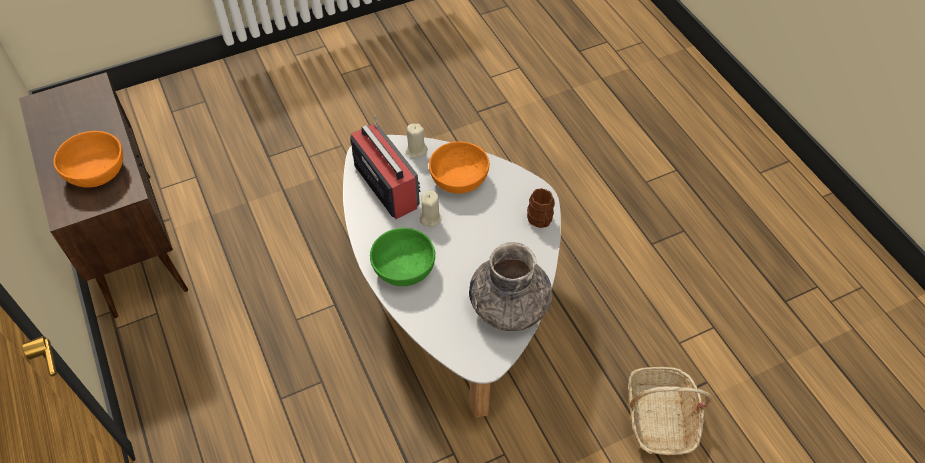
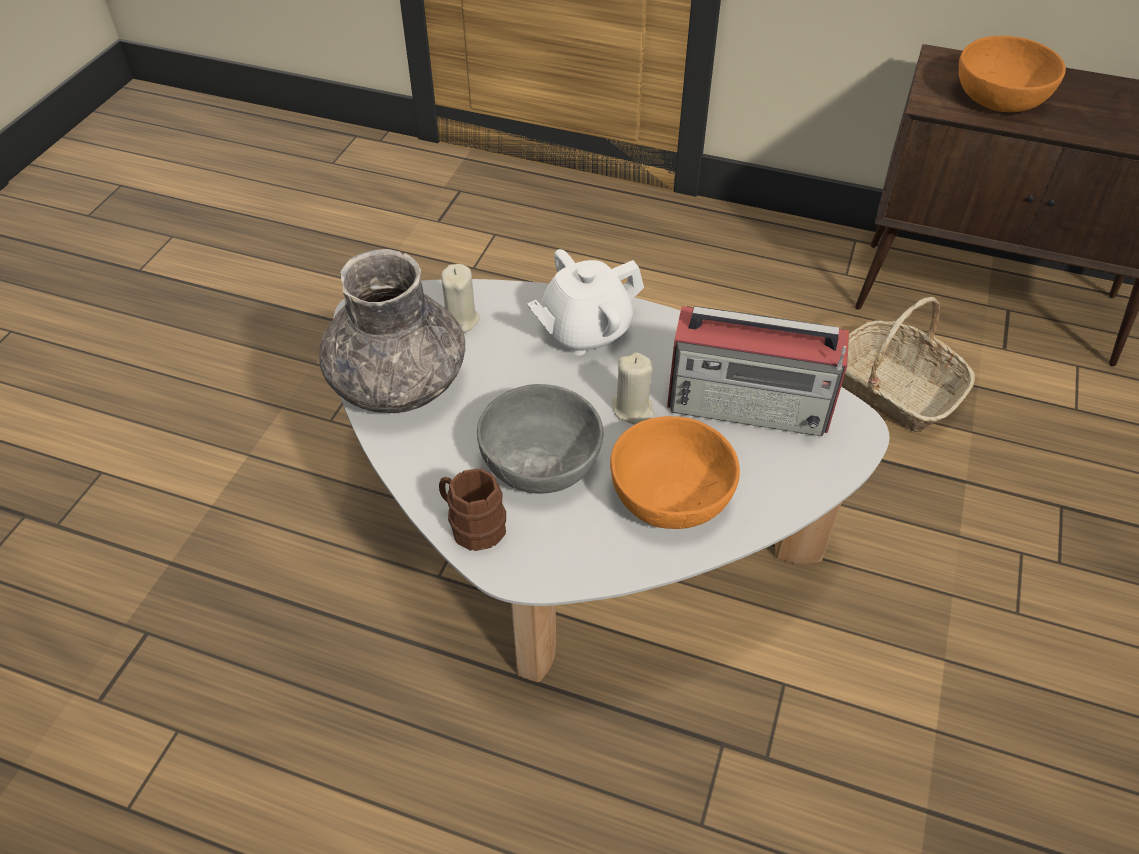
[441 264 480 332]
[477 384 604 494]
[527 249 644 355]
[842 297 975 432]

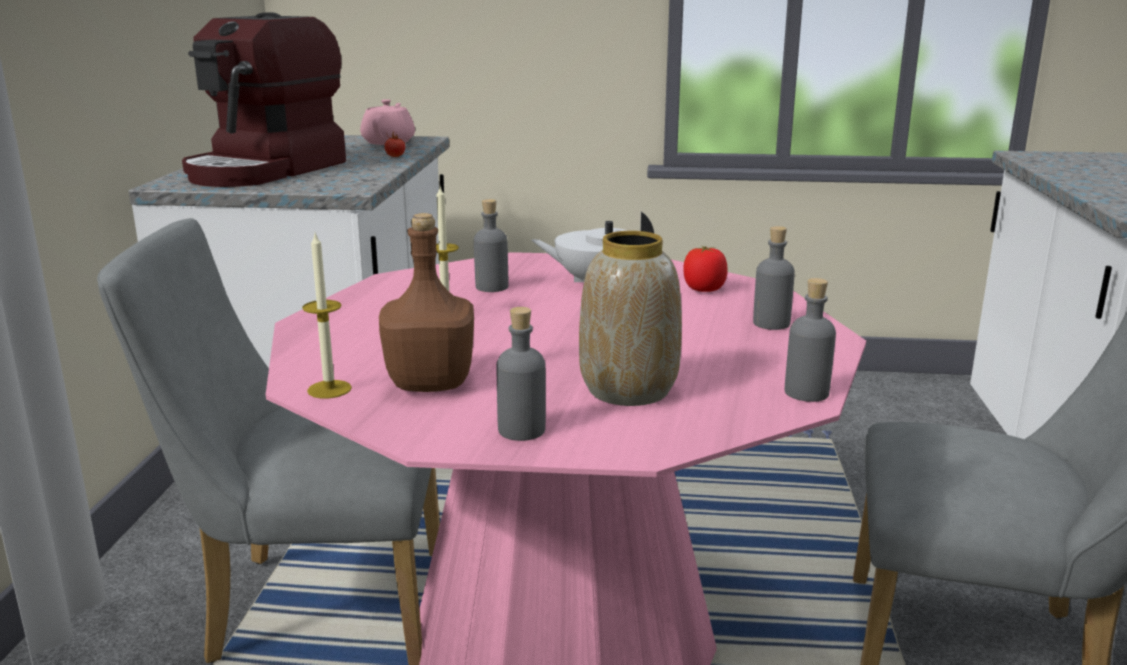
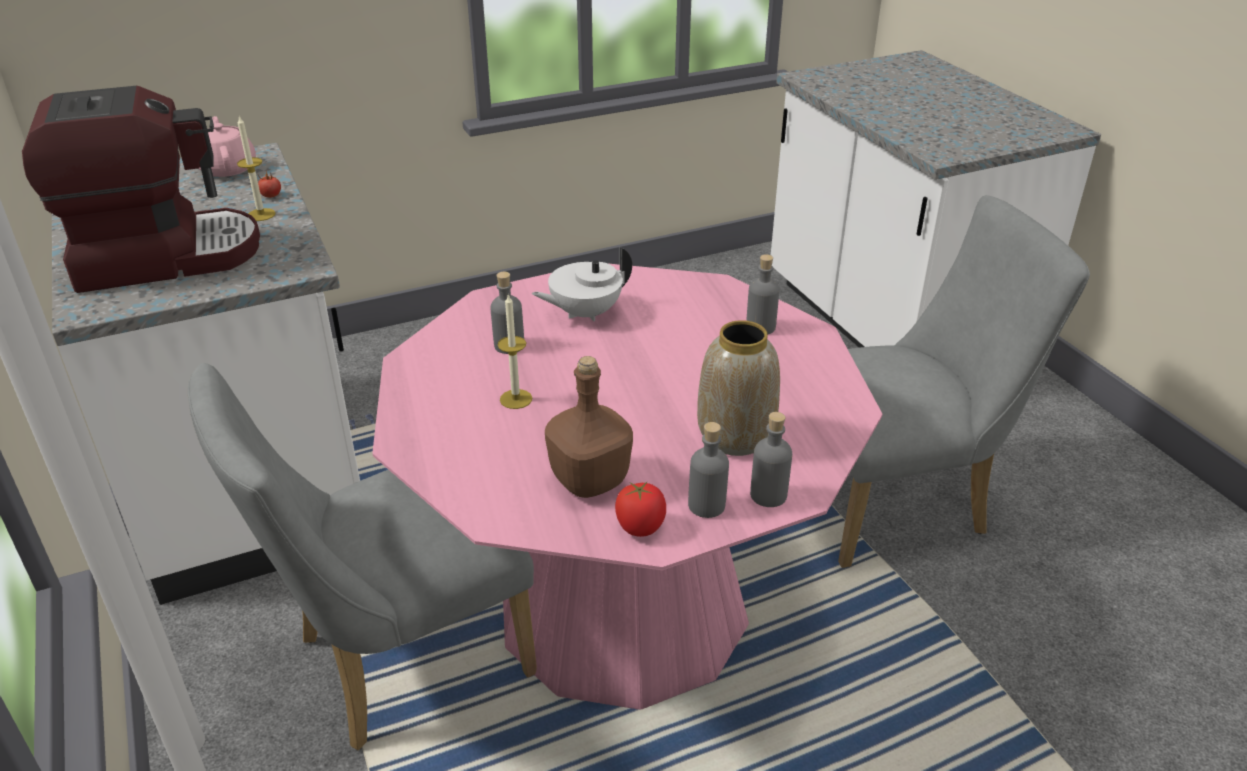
[22 86 260 293]
[237 116 276 221]
[615 481 666 537]
[750 412 792 507]

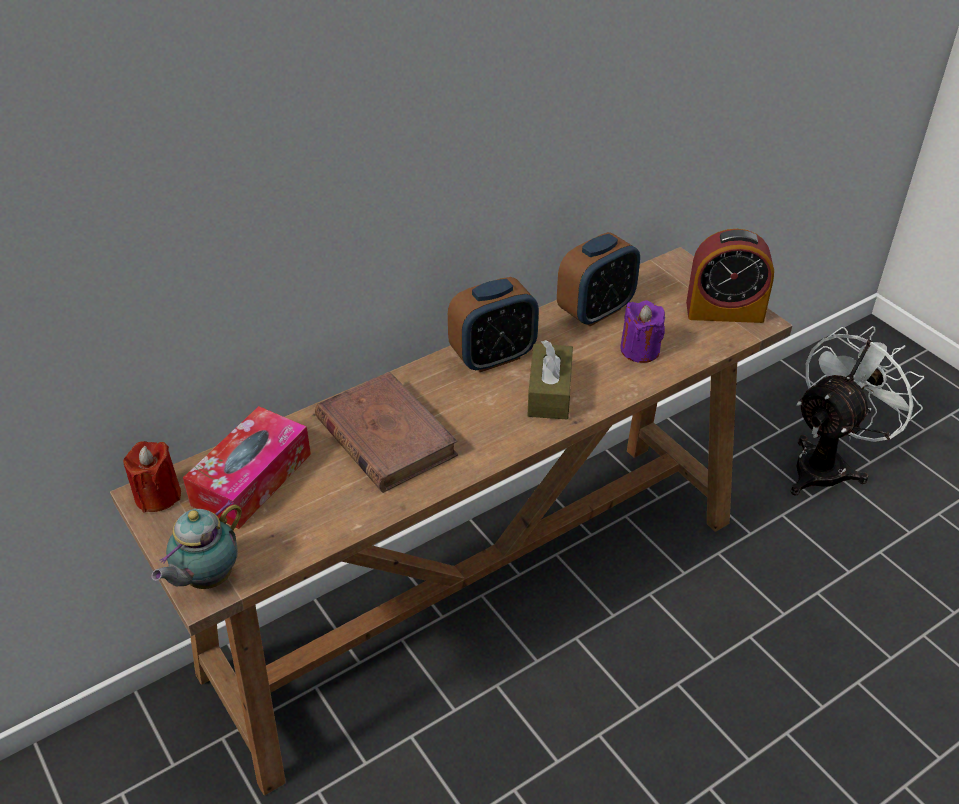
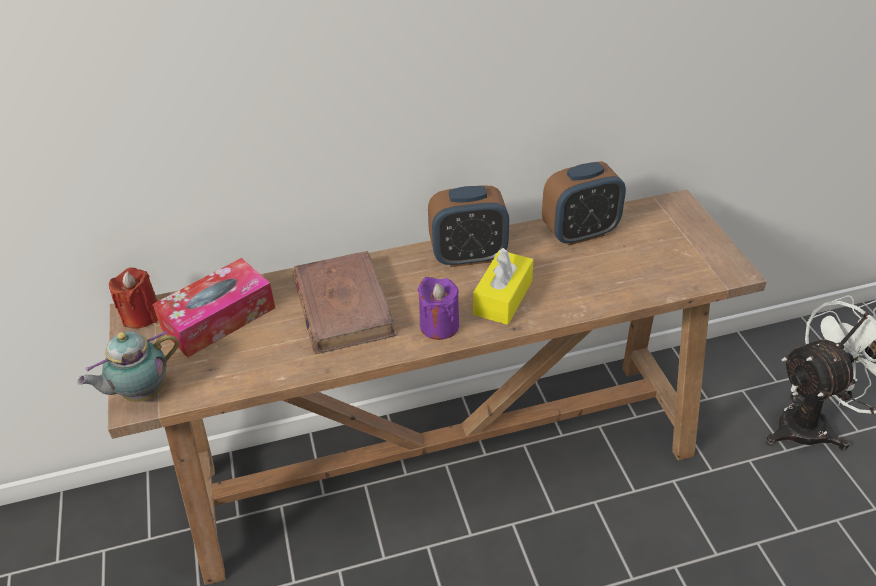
[417 277 459 340]
[473 248 533 325]
[686 229 774 323] (first image)

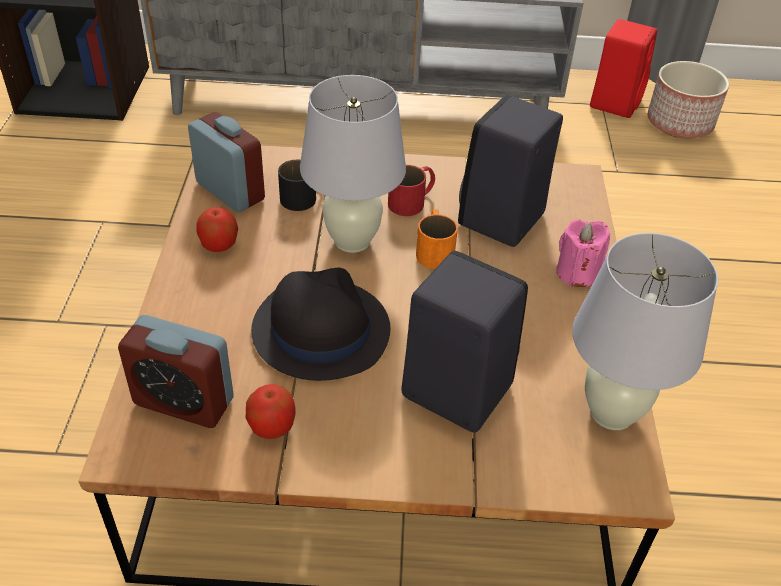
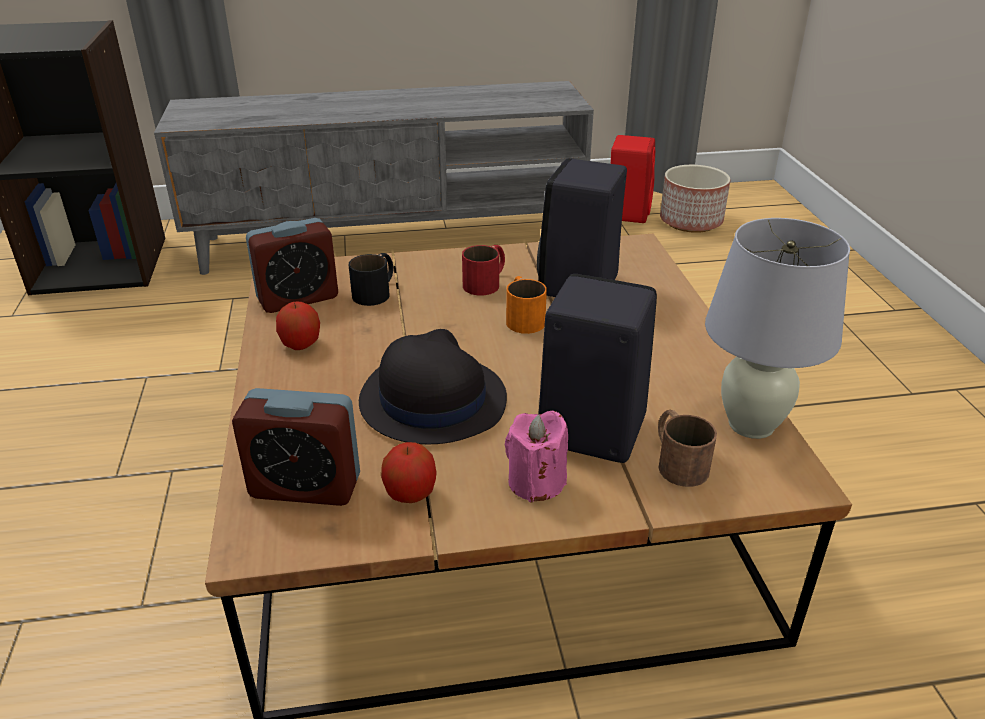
[246 218 338 313]
[505 411 568 502]
[658 410 717 487]
[300 75 406 253] (first image)

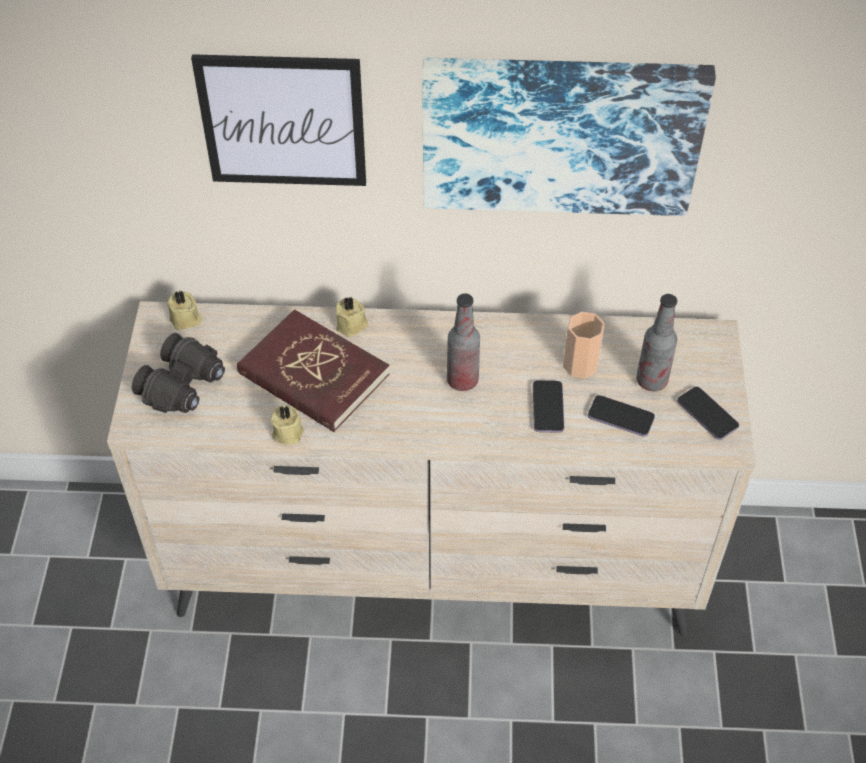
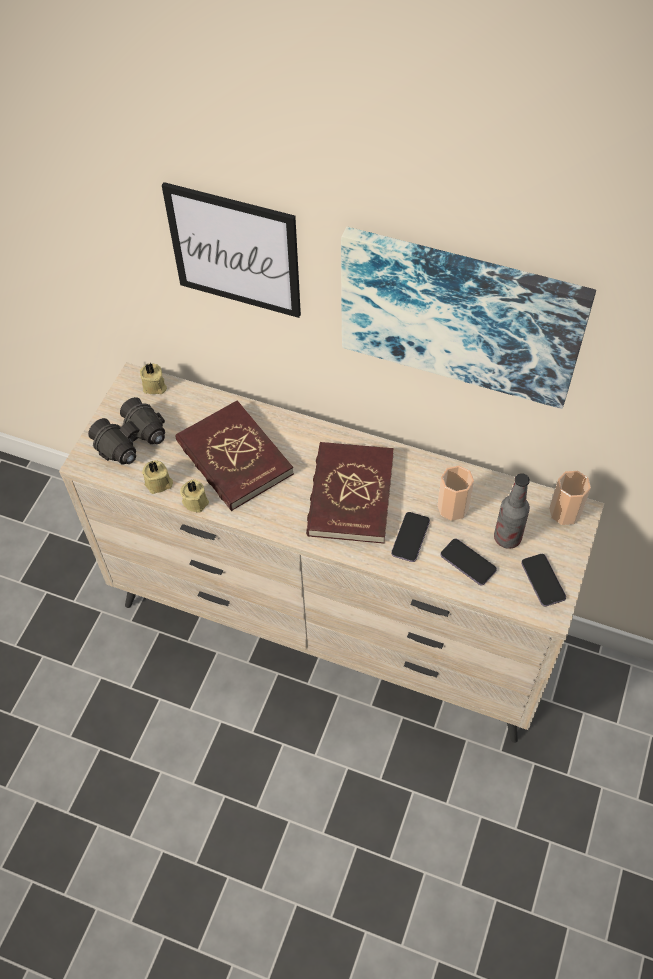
[142 460 173 494]
[306 442 394 544]
[549 471 591 525]

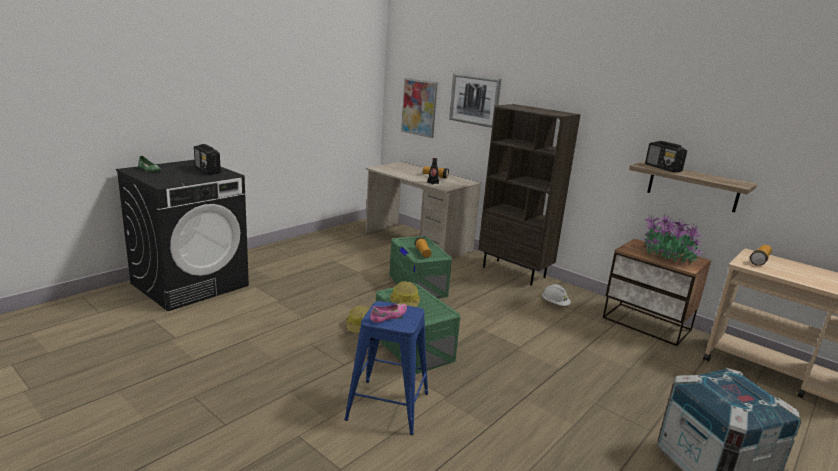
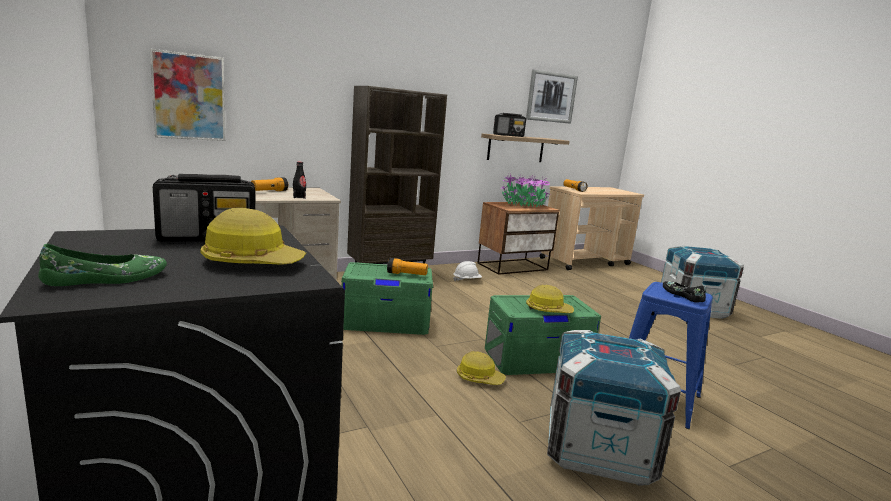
[201 208 306 265]
[526 70 578 124]
[547 330 681 486]
[663 281 706 303]

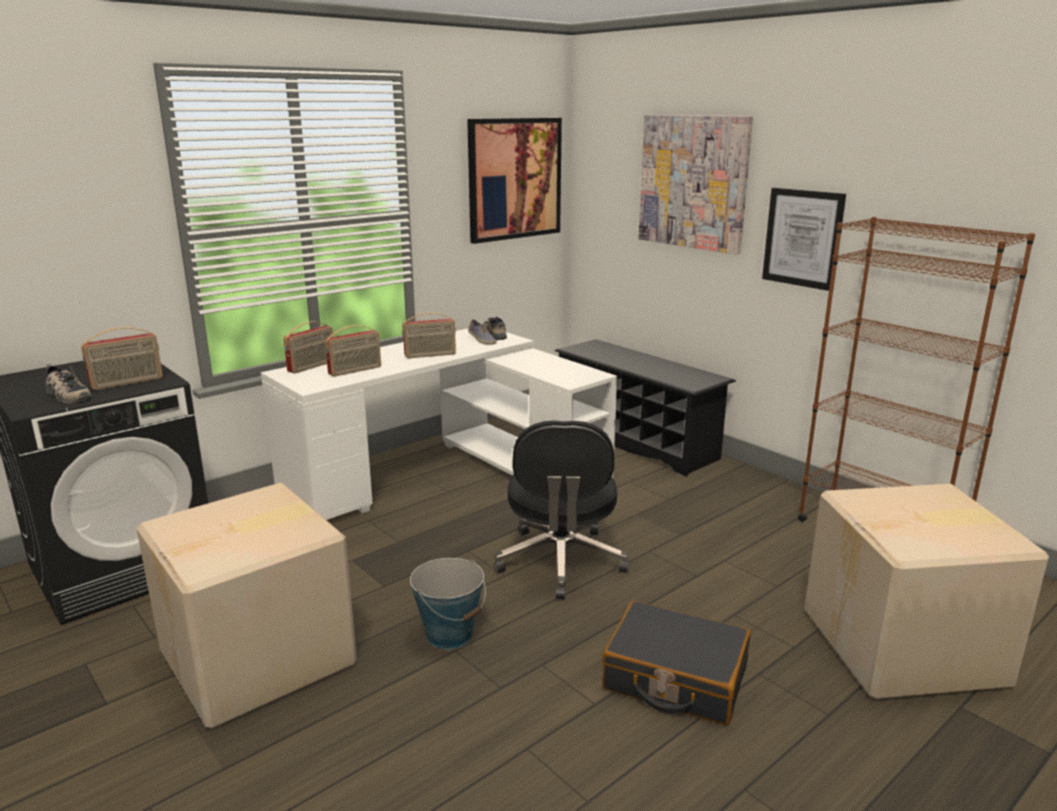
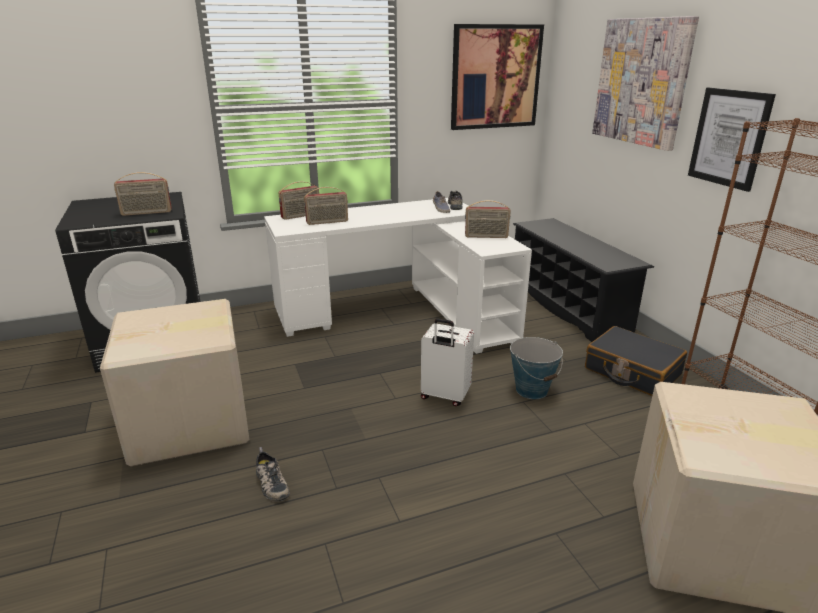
[256 447 290 502]
[421 319 474 406]
[465 200 510 238]
[510 337 563 399]
[585 326 687 396]

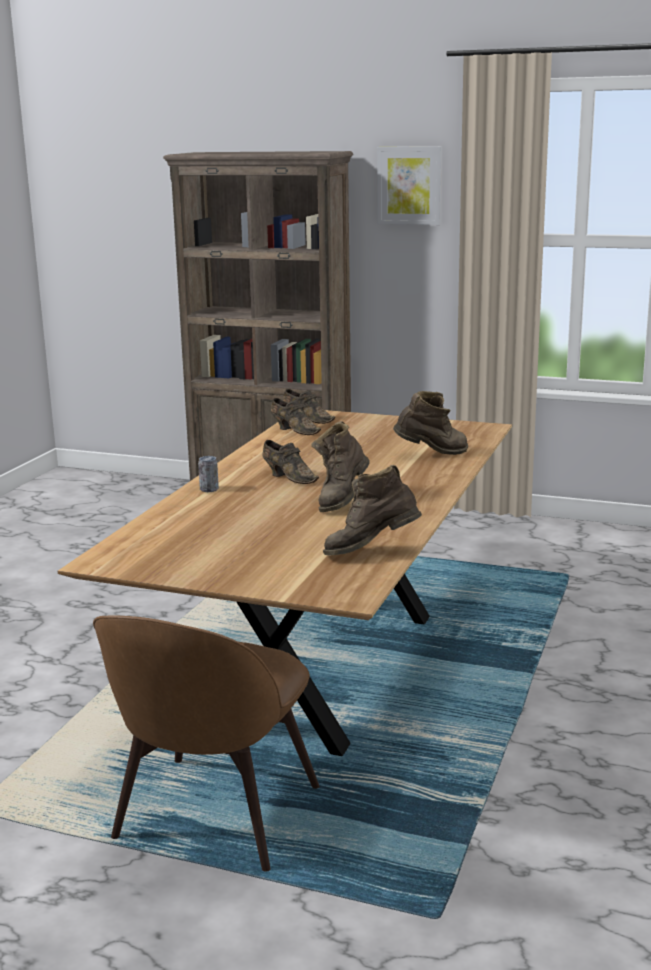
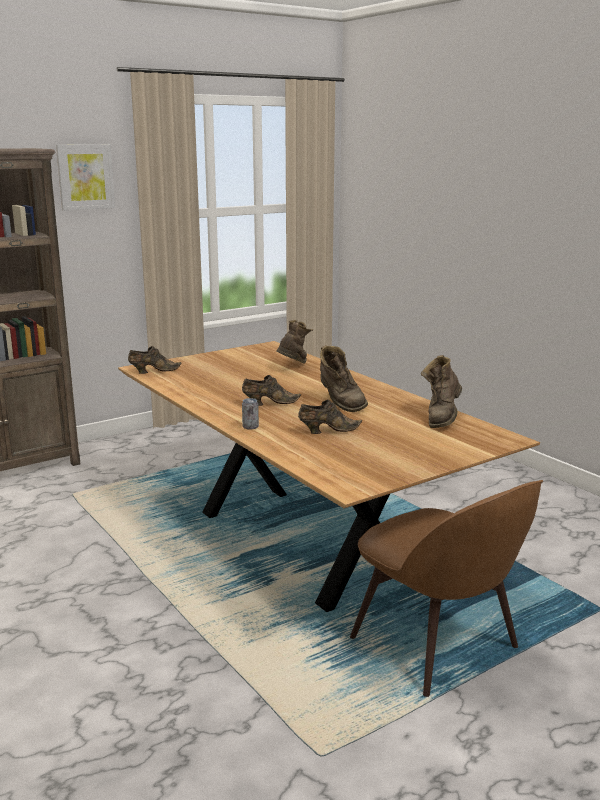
[298 400 362 434]

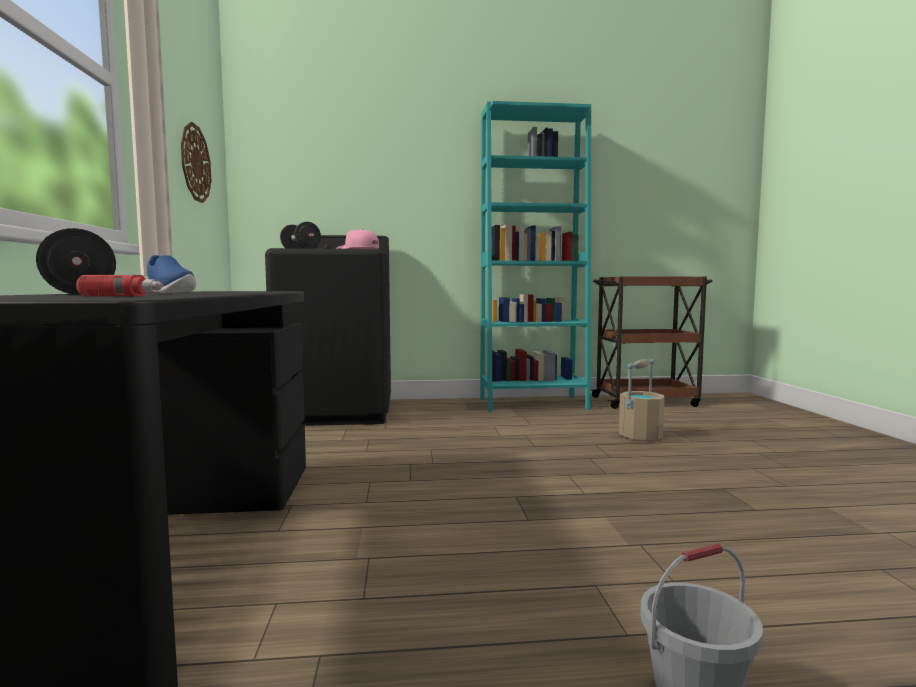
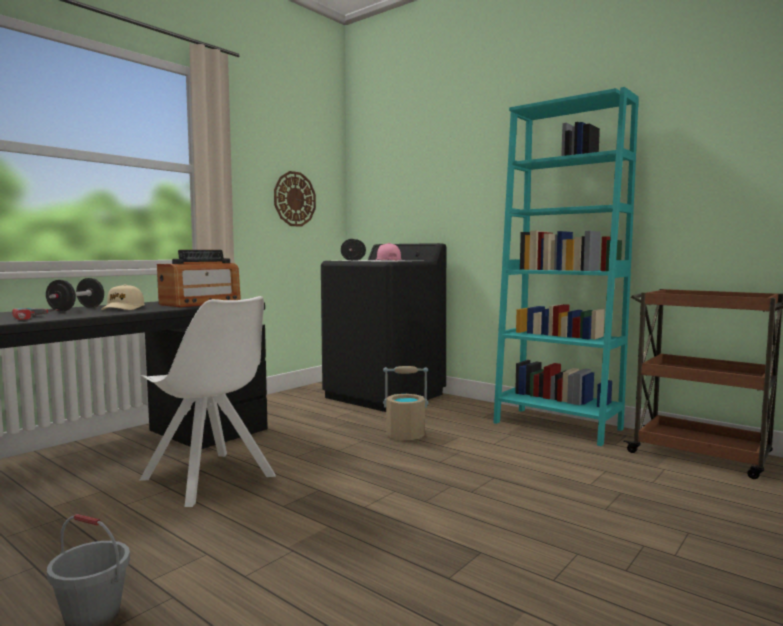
[101 284 145 310]
[139 296 275 507]
[157 250 241 307]
[383 366 429 440]

